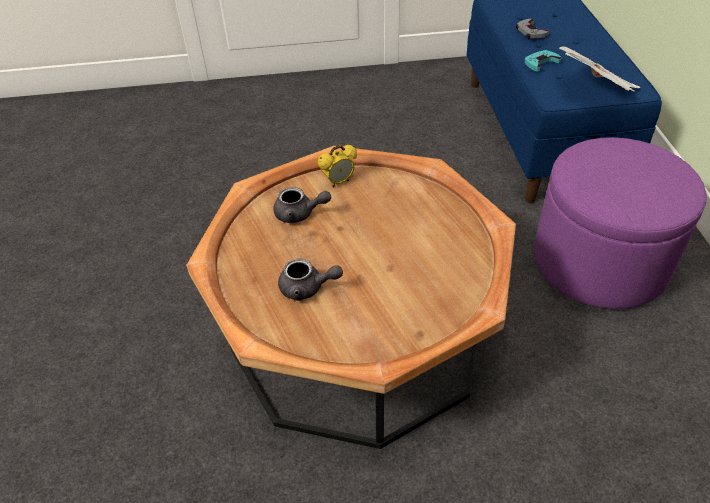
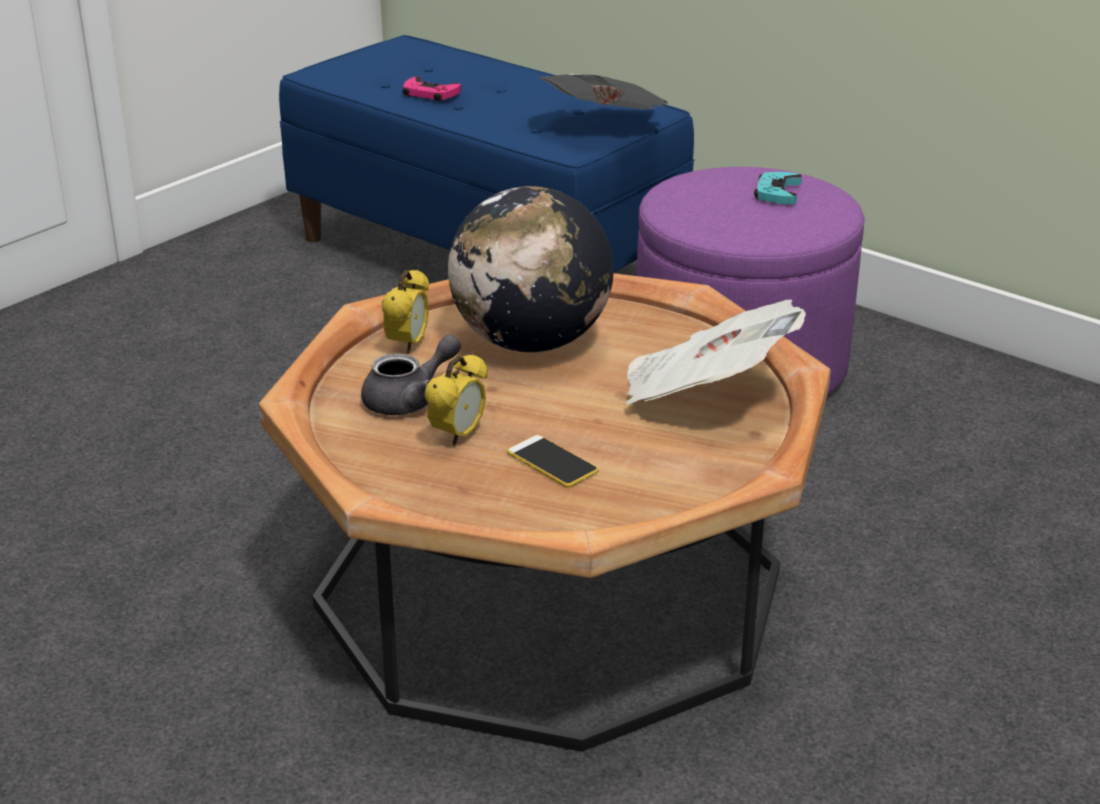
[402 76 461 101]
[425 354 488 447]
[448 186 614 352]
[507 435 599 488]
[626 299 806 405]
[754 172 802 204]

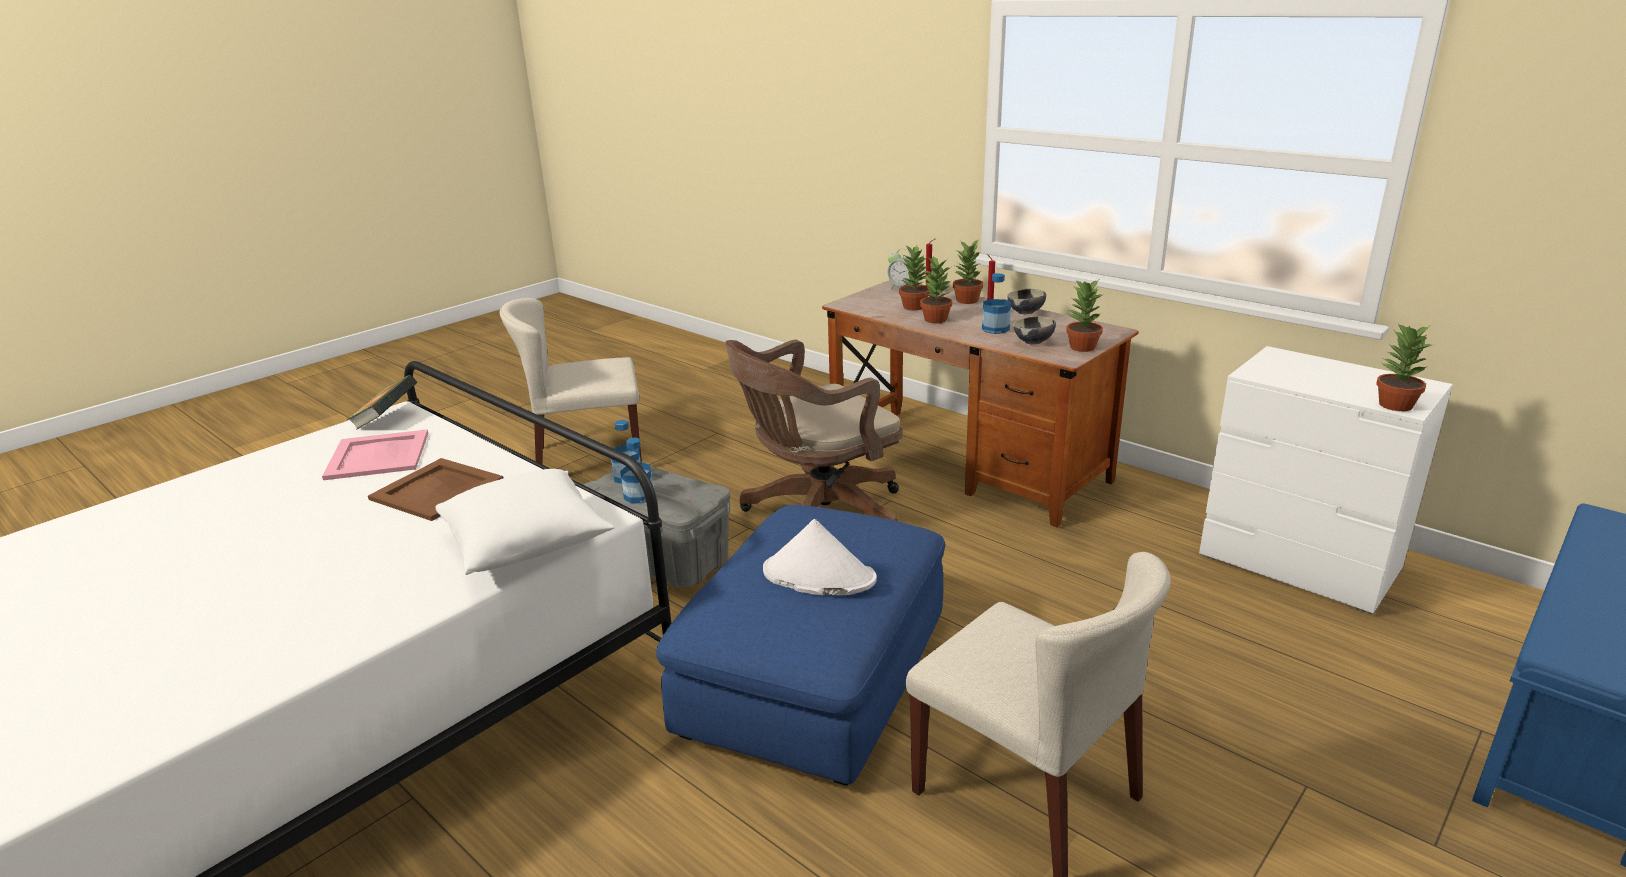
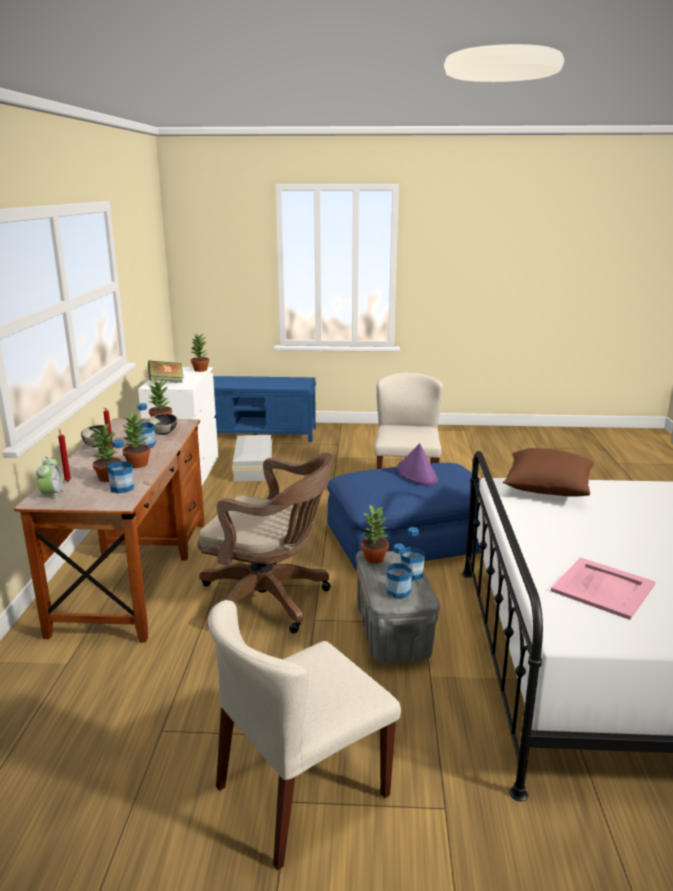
[107 440 134 493]
[148 361 184 383]
[208 600 401 870]
[232 435 272 482]
[361 504 389 563]
[397 443 439 485]
[503 448 594 497]
[368 458 504 521] (first image)

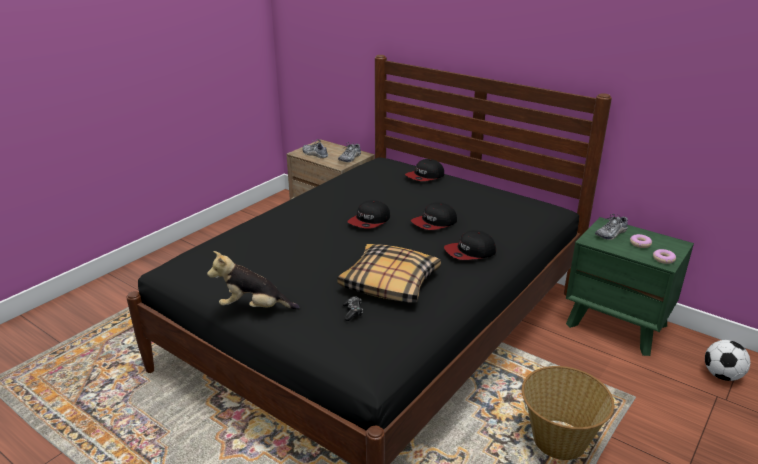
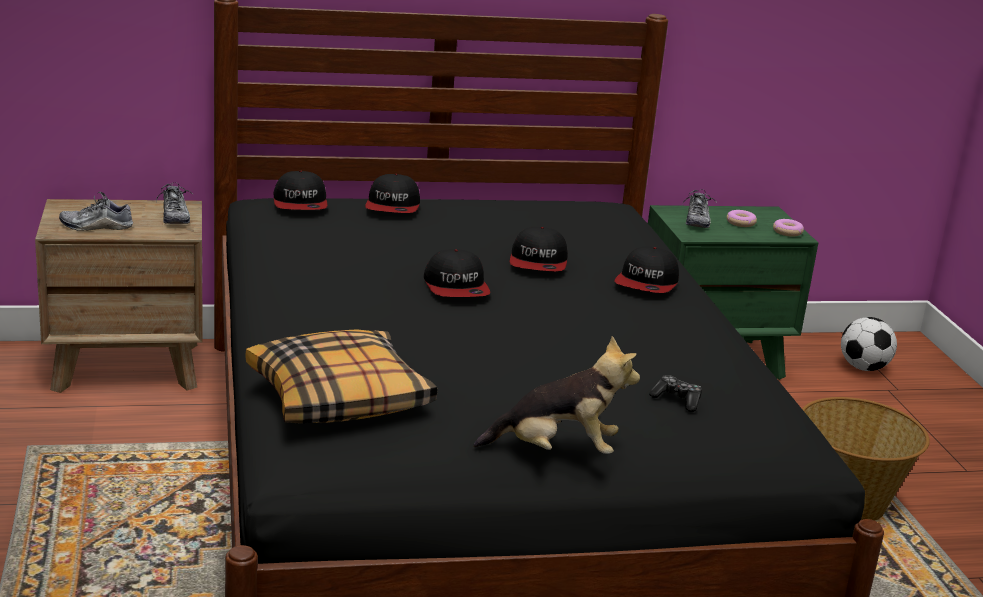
[246 329 437 423]
[274 171 328 210]
[473 336 640 454]

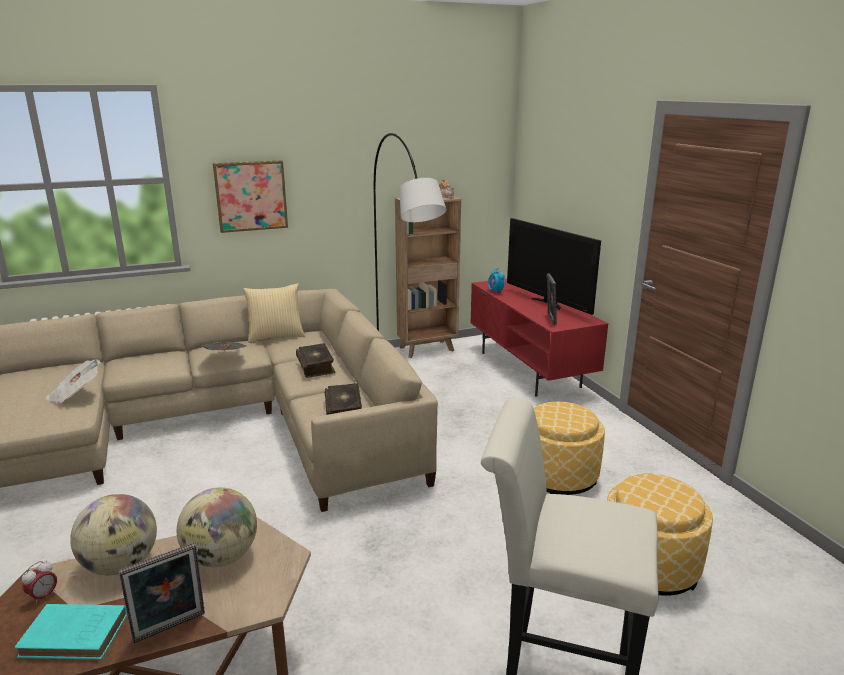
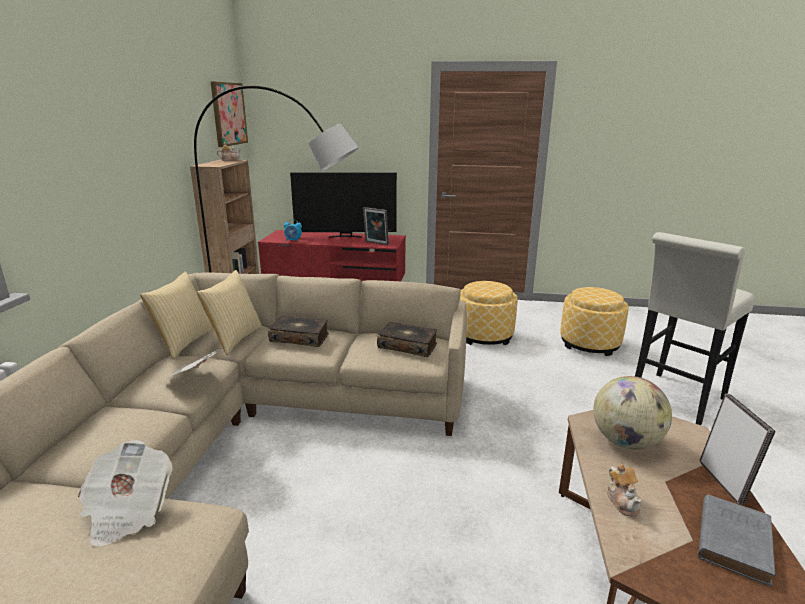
[197 270 262 355]
[210 81 248 147]
[607 464 642 516]
[698 495 775 586]
[22 560 57 605] (first image)

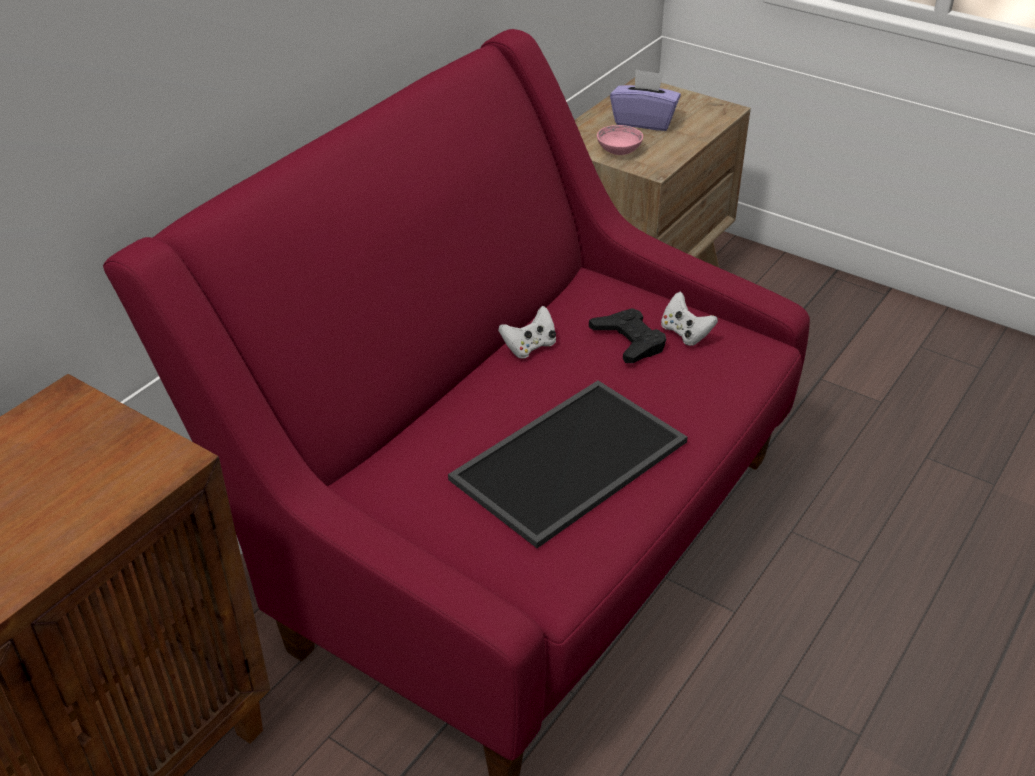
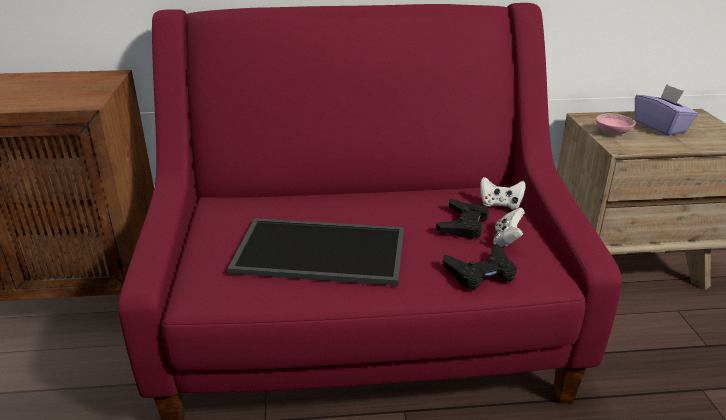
[443 244 517 290]
[480 177 526 209]

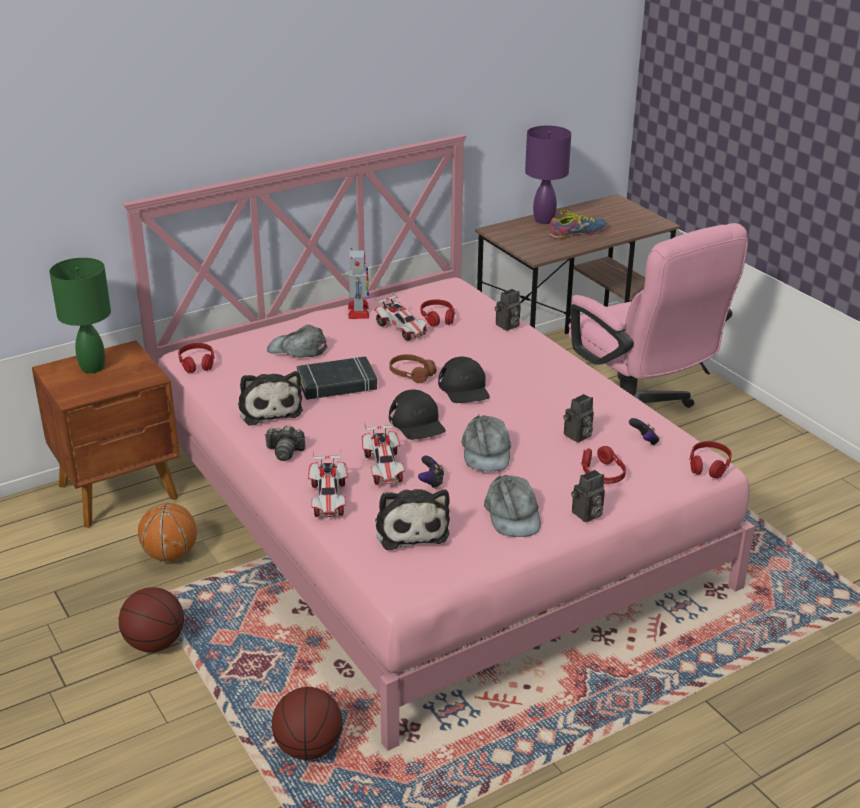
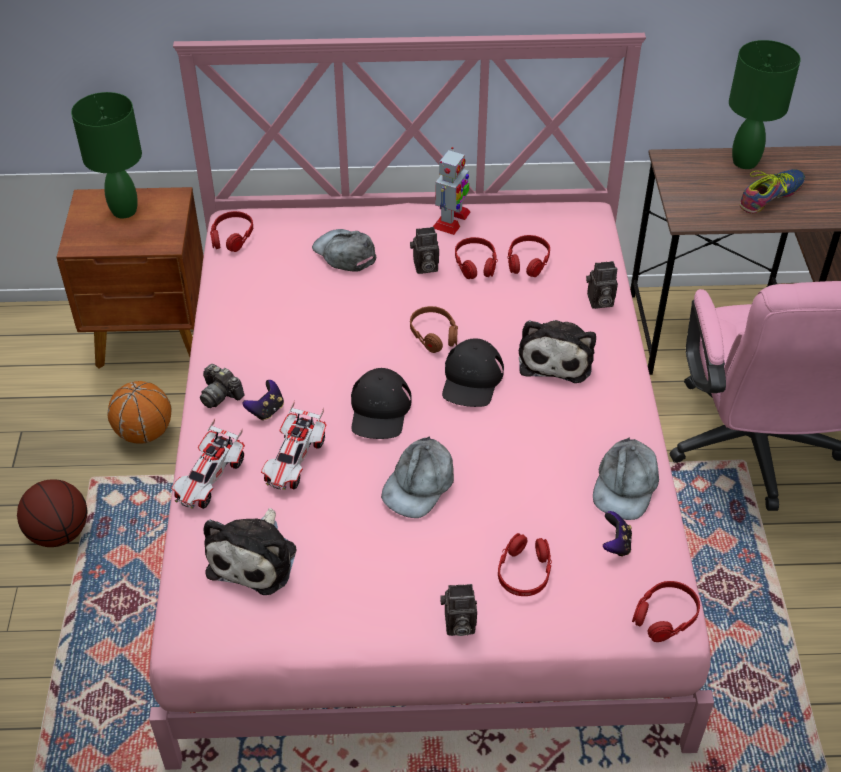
[242 380 284 421]
[410 227 439 274]
[455 237 498 279]
[519 320 596 383]
[593 437 659 520]
[729 40 801 169]
[740 169 805 214]
[272 687 343 760] (first image)
[296 356 377 400] (first image)

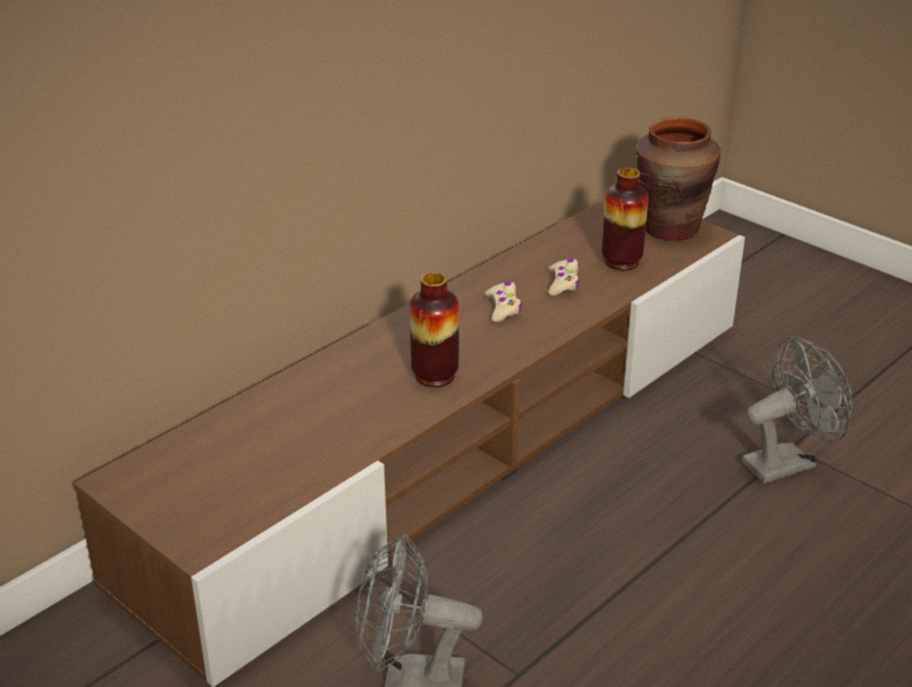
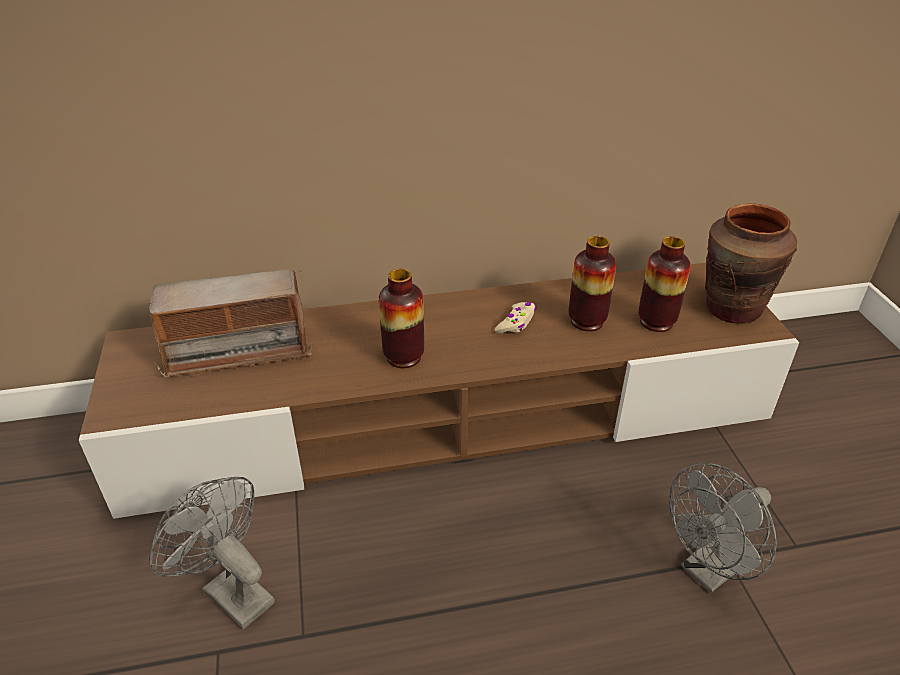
[149 269 314 377]
[569 236 617 331]
[669 463 777 593]

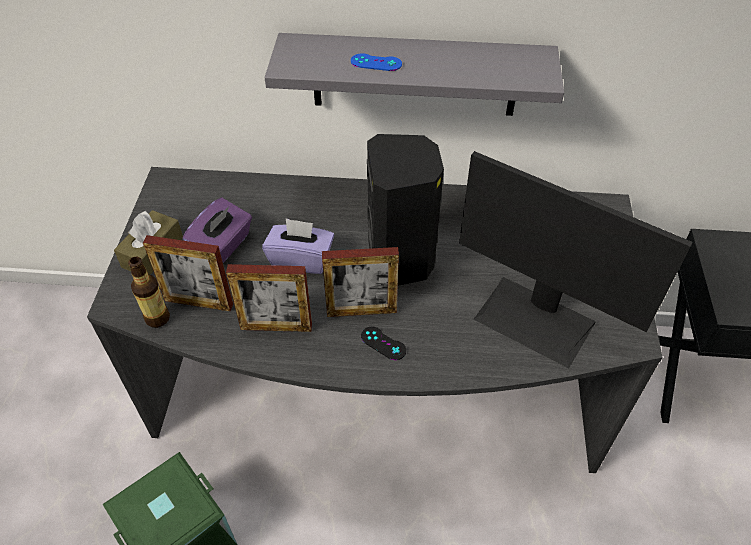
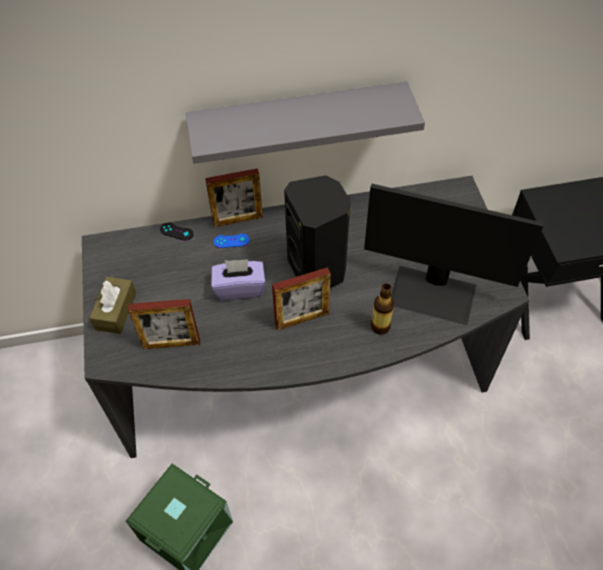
[160 223 194 241]
[205 168 263 227]
[214 233 250 248]
[371 283 394 335]
[183 198 252 263] (first image)

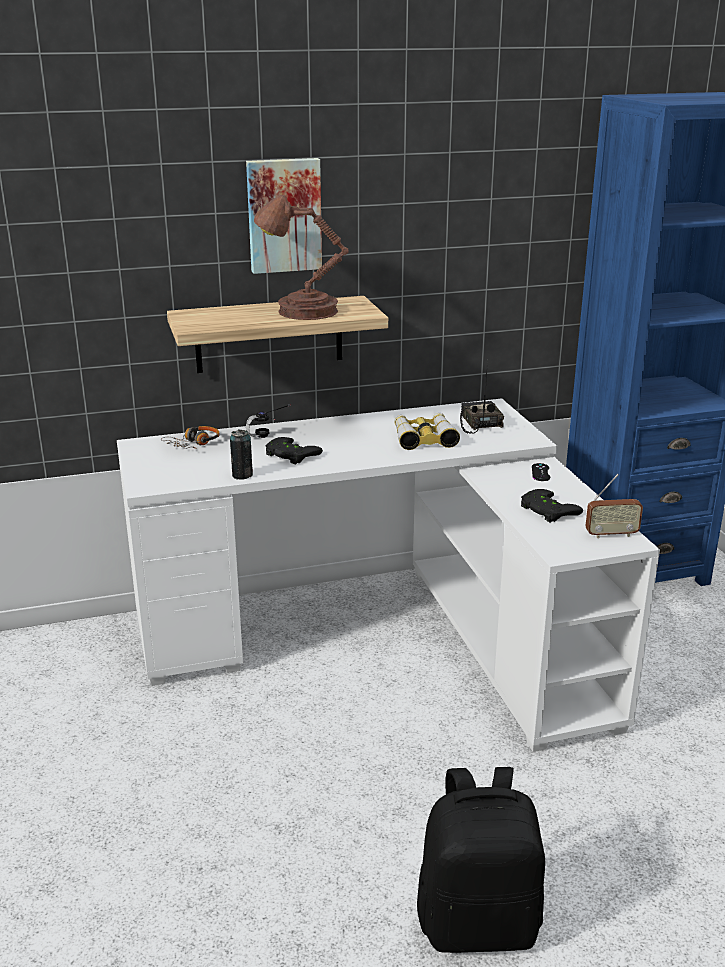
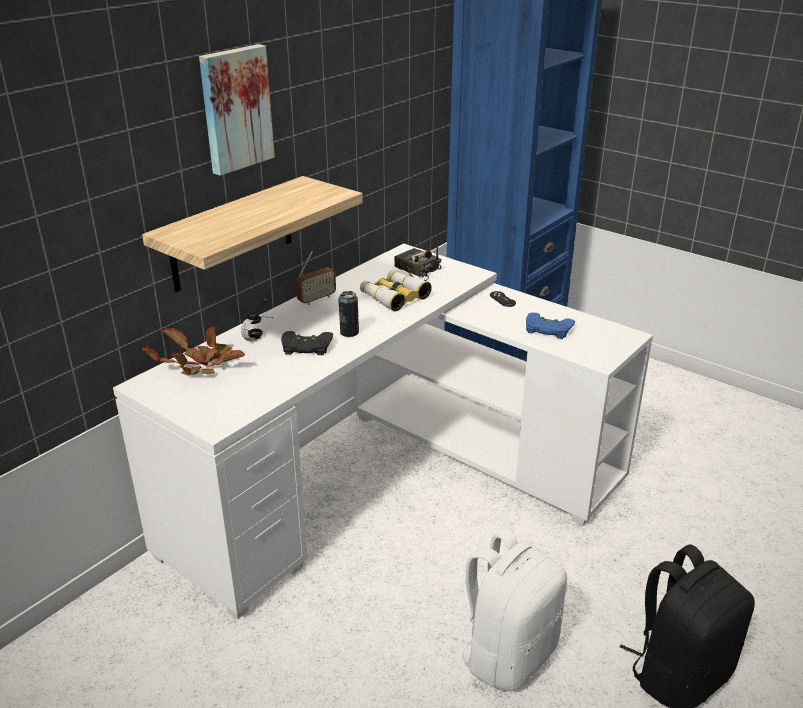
[143 327 245 376]
[296 251 336 305]
[339 291 359 337]
[450 528 567 691]
[526 313 575 339]
[254 195 349 320] (first image)

